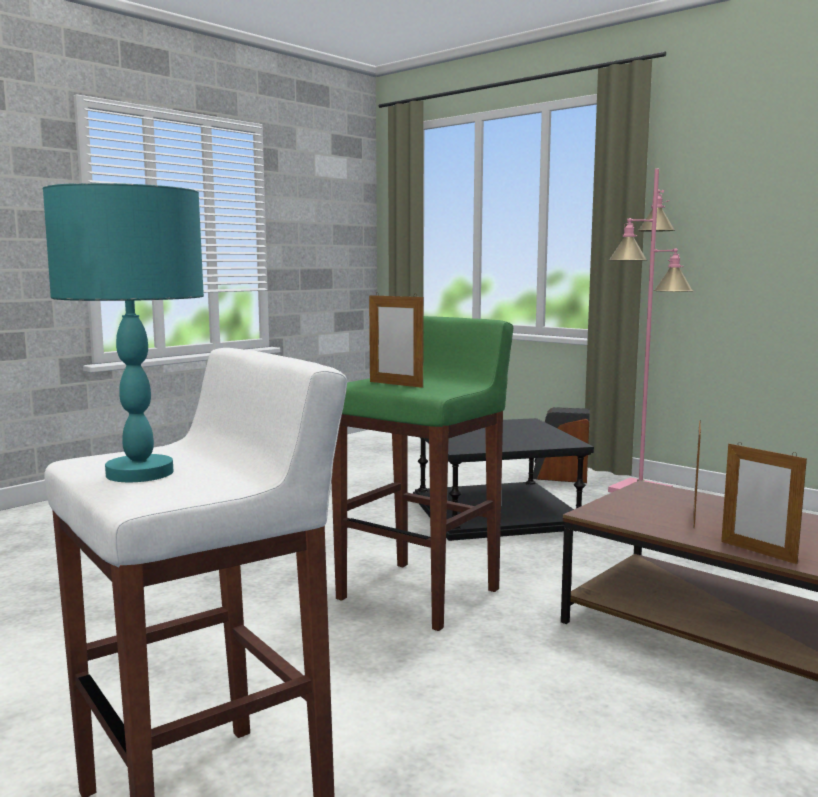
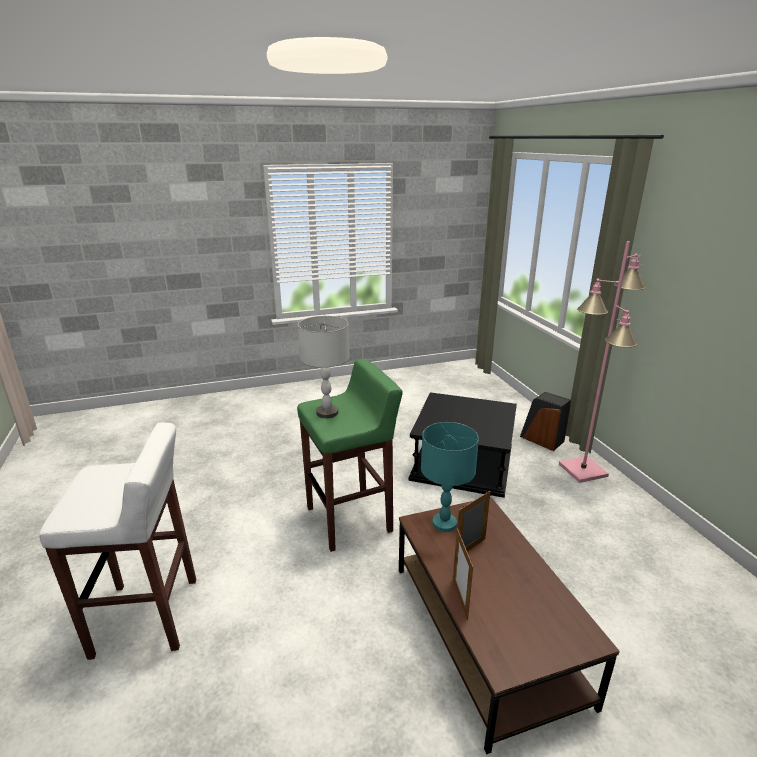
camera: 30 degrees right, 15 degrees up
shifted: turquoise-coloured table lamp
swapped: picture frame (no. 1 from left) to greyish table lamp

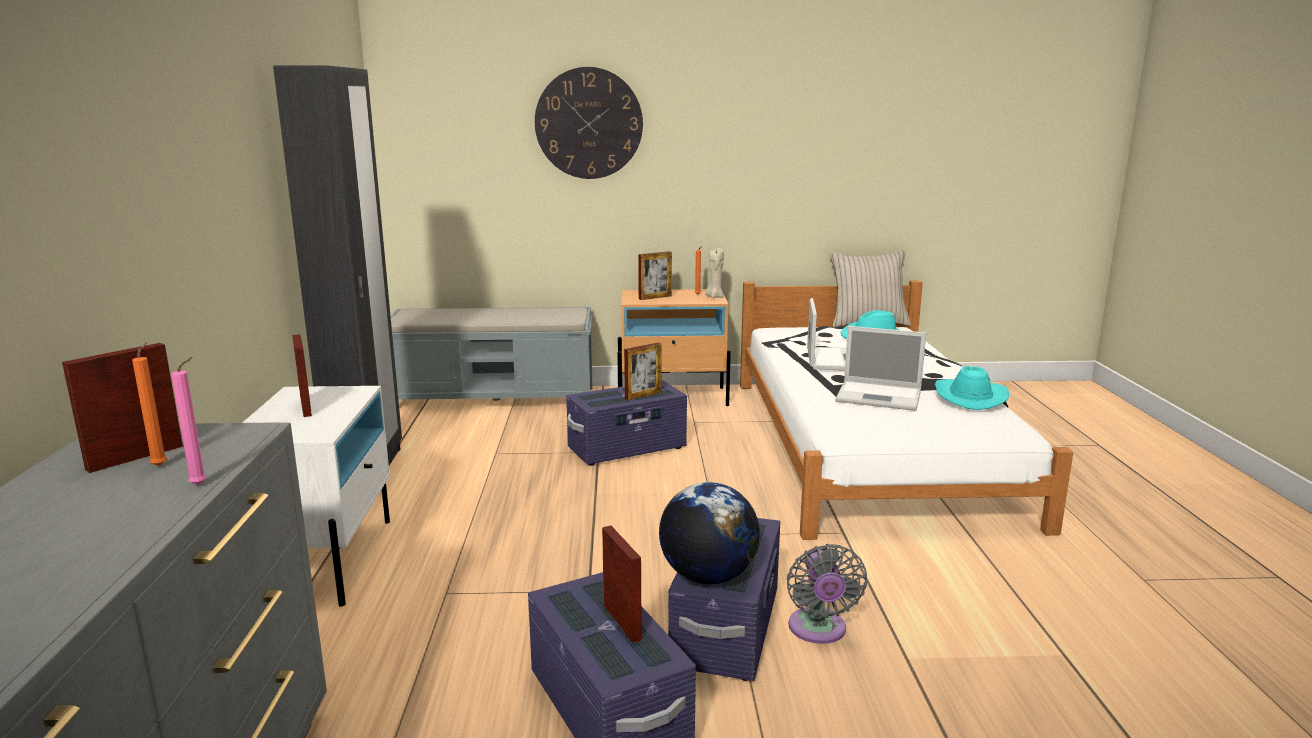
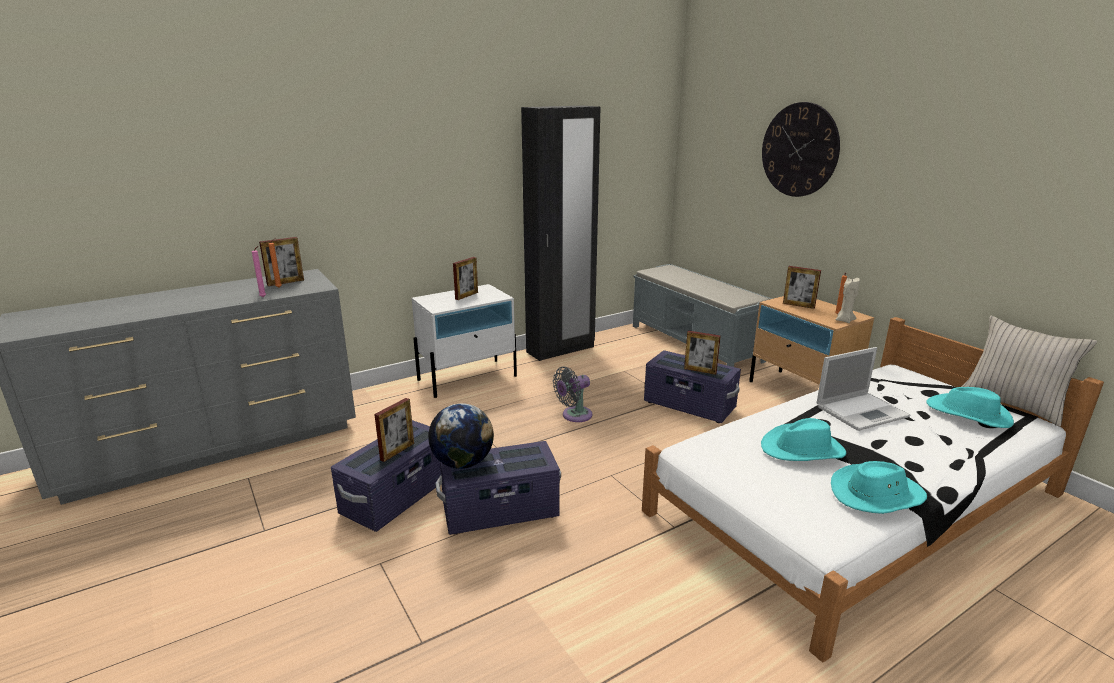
camera: 60 degrees right, 5 degrees up
shifted: greyish electric fan
swapped: laptop (no. 2 from left) to turquoise-coloured hat (no. 1 from left)
rotated: picture frame (no. 1 from left) 135 degrees clockwise

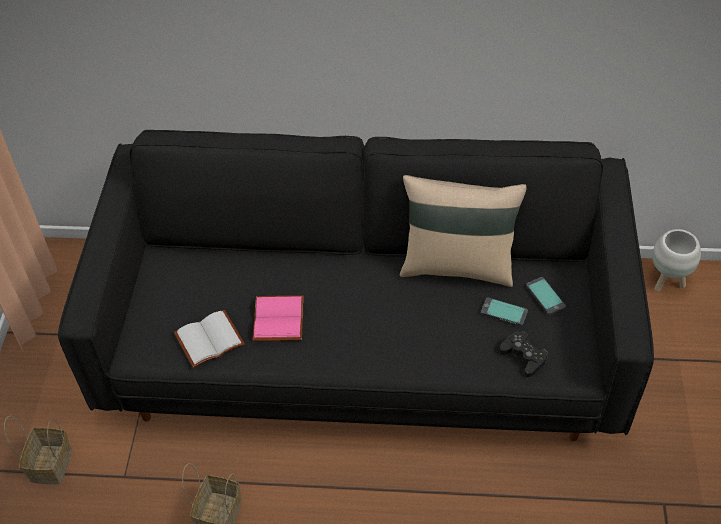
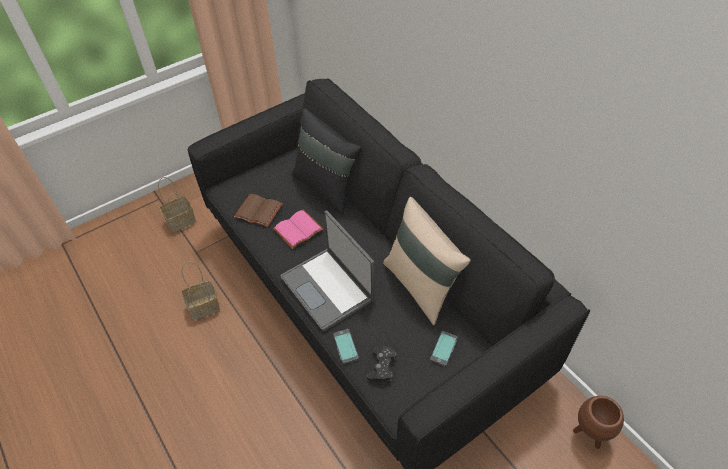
camera: 50 degrees right, 0 degrees up
new: laptop; blackish throw pillow
shifted: handset (no. 1 from left)
repainted: white book to brown book; white flower pot to brown flower pot

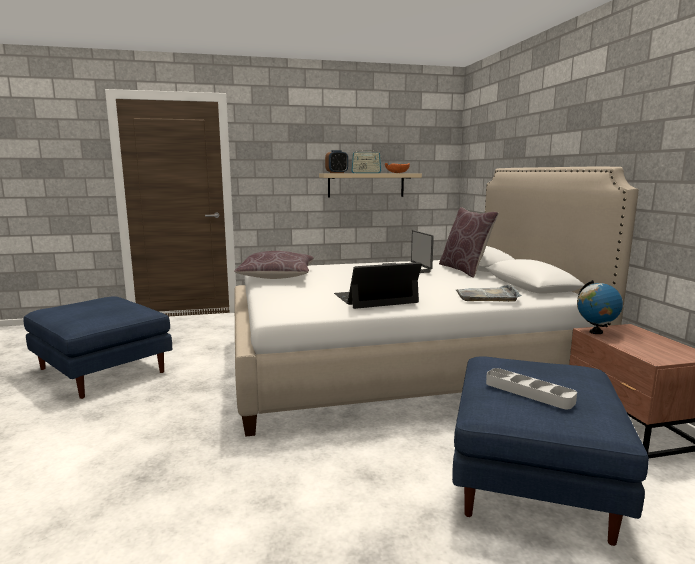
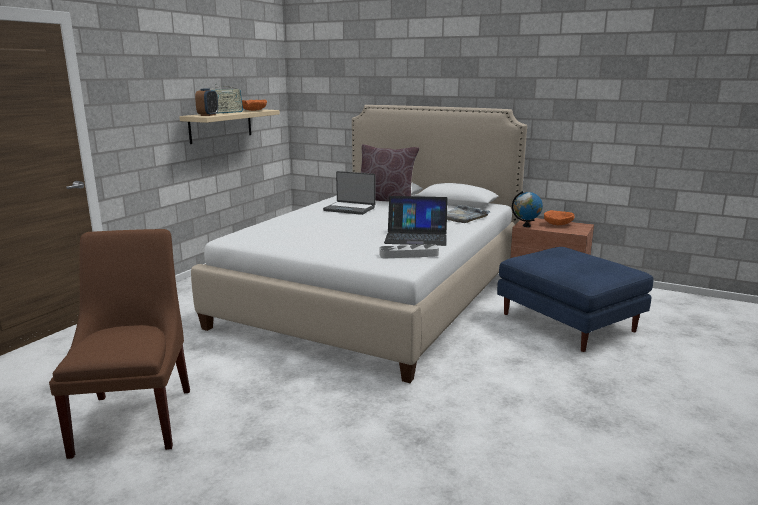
camera: 50 degrees left, 5 degrees up
gone: brown throw pillow (no. 1 from left)
new: orange-coloured bowl (no. 2 from left)
shifted: greyish tray (no. 2 from left in the first image) to greyish tray (no. 1 from left)
swapped: blue-coloured pouffe (no. 1 from left) to brown upright chair
rotated: laptop (no. 1 from left in the first image) 105 degrees counterclockwise

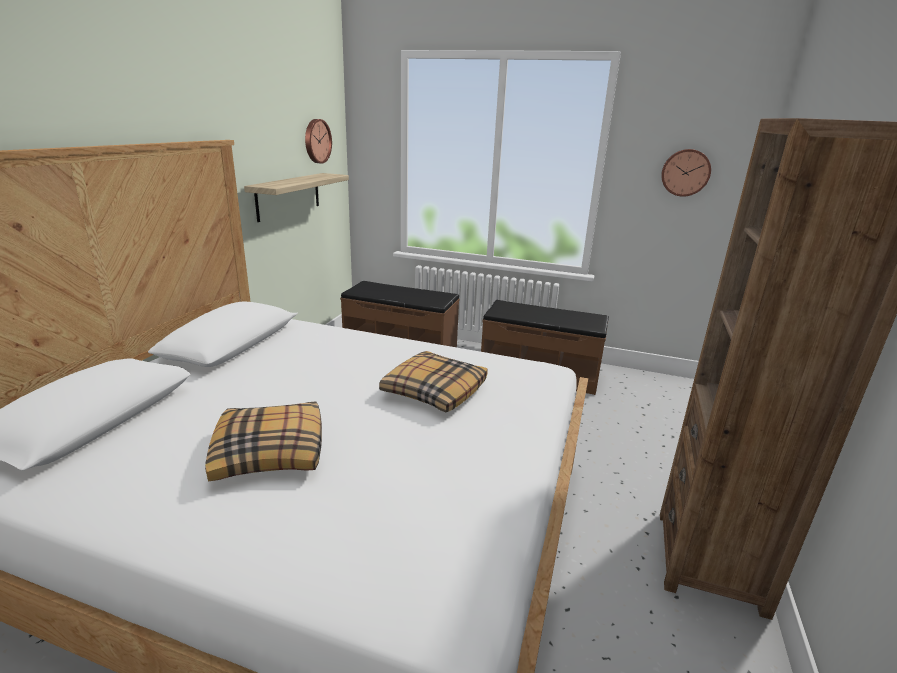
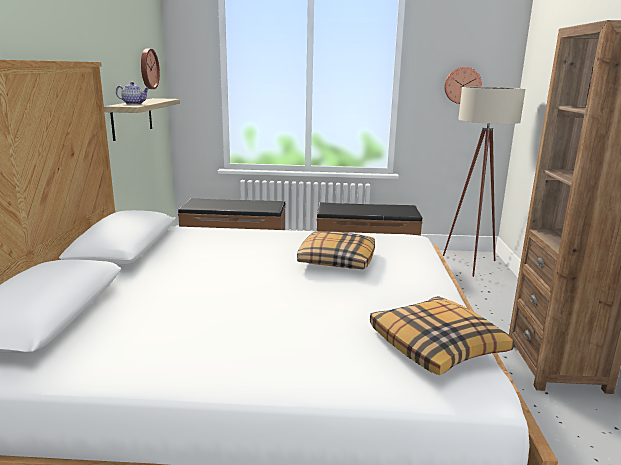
camera: 15 degrees left, 5 degrees down
new: teapot; sand-coloured floor lamp
shifted: throw pillow (no. 1 from left in the first image) to throw pillow (no. 2 from left)

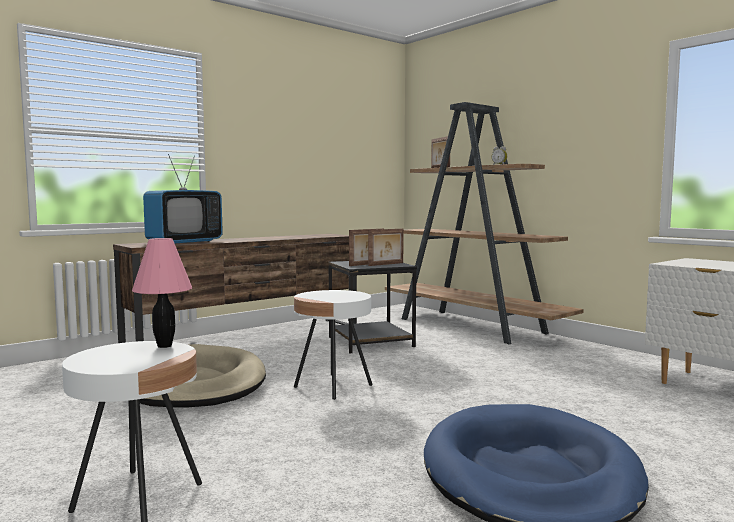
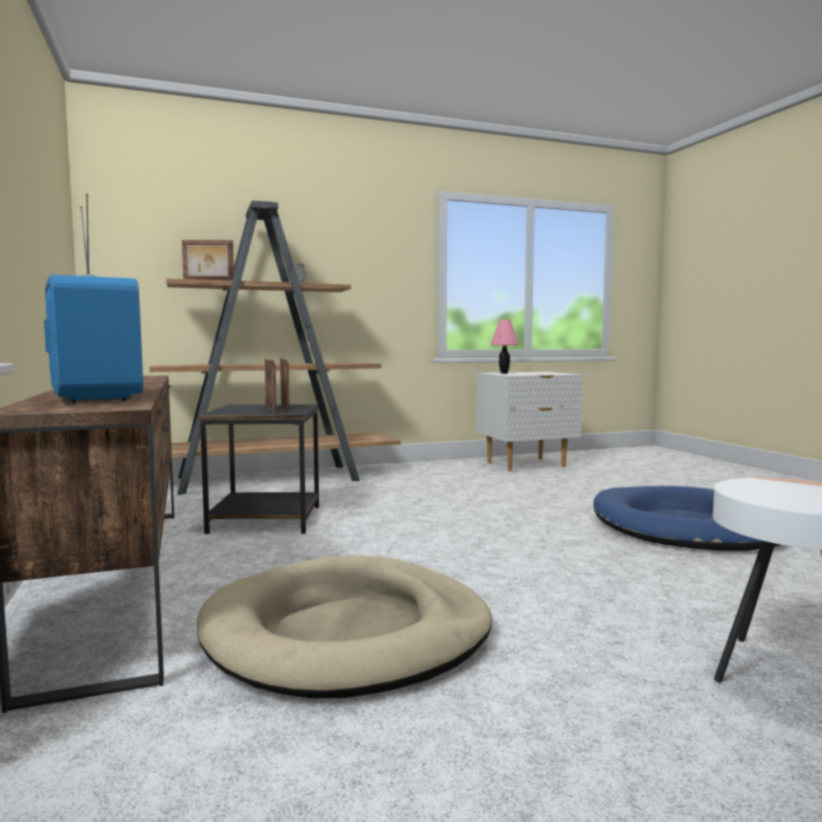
camera: 70 degrees left, 0 degrees up
gone: white accent table (no. 2 from left)
shifted: pink table lamp

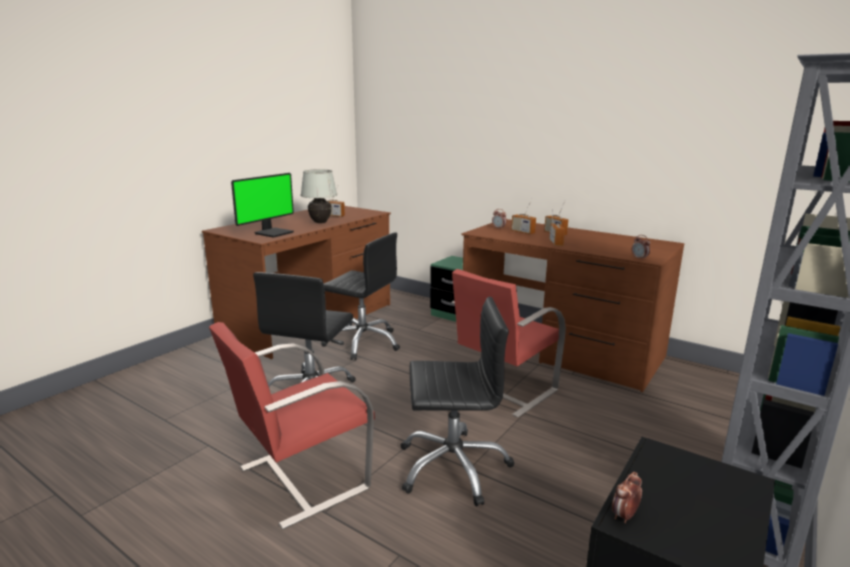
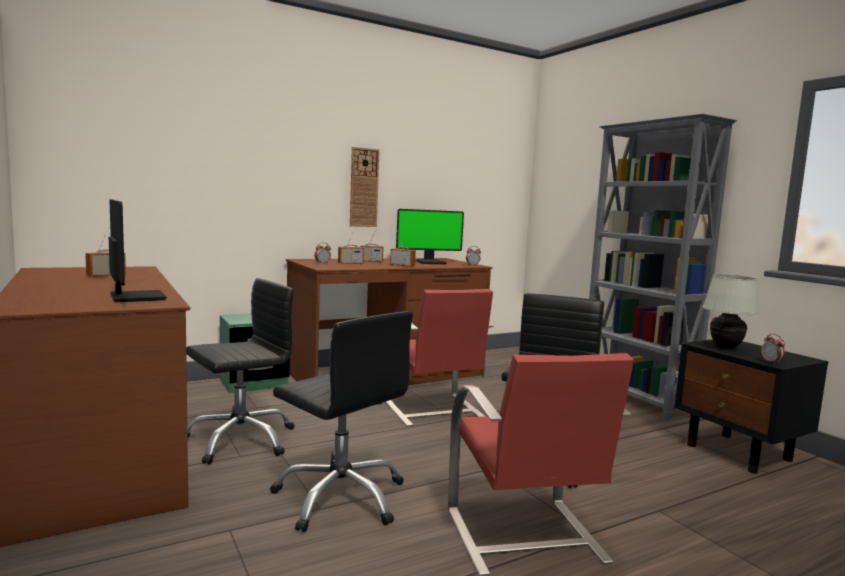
camera: 65 degrees left, 10 degrees down
new: hanging clock; monitor (no. 2 from left)
shifted: white table lamp

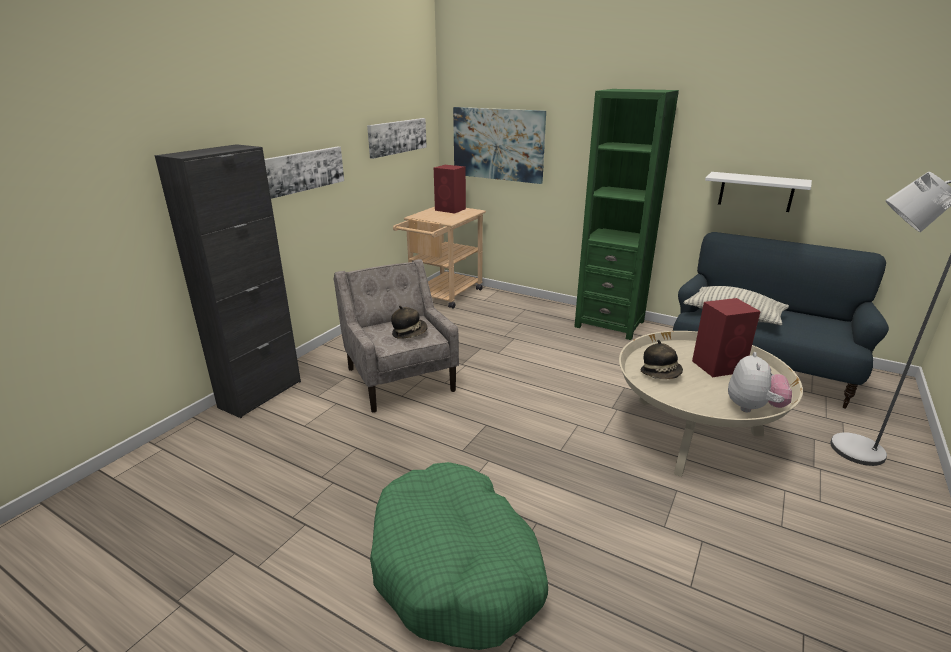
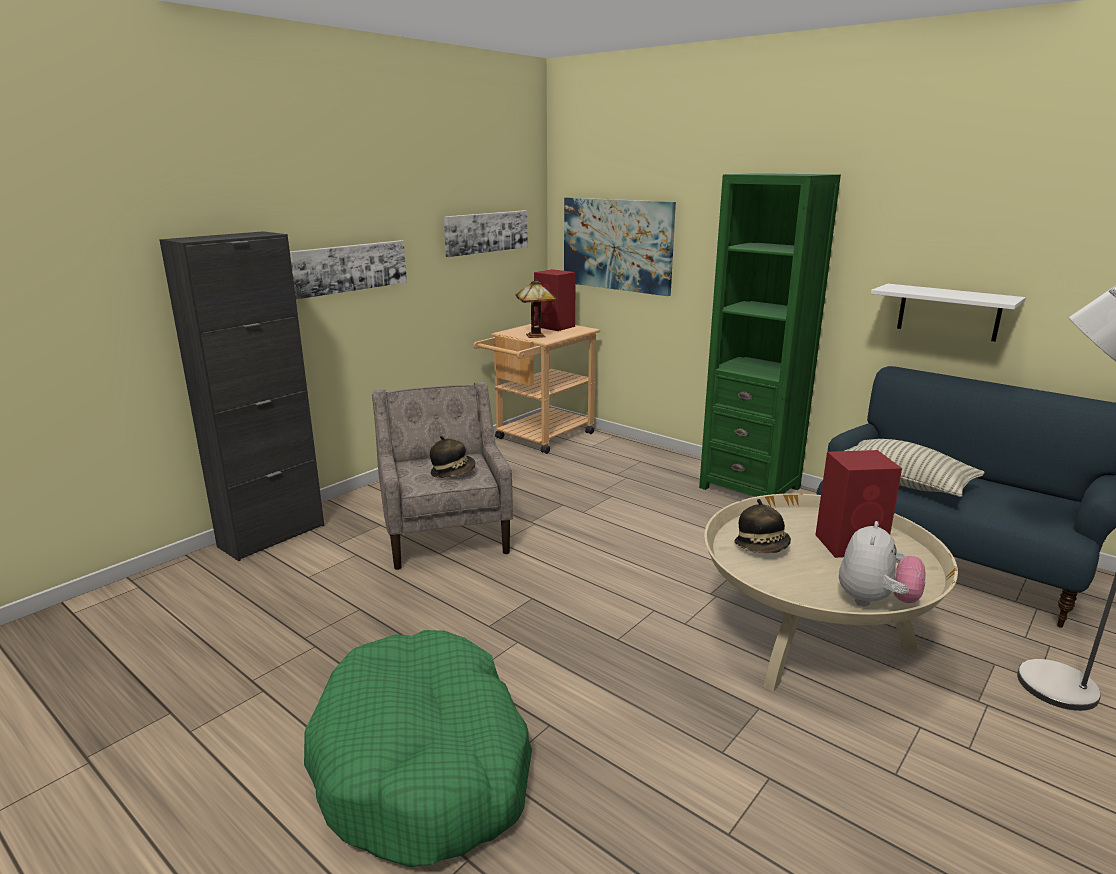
camera: 10 degrees right, 5 degrees down
new: table lamp

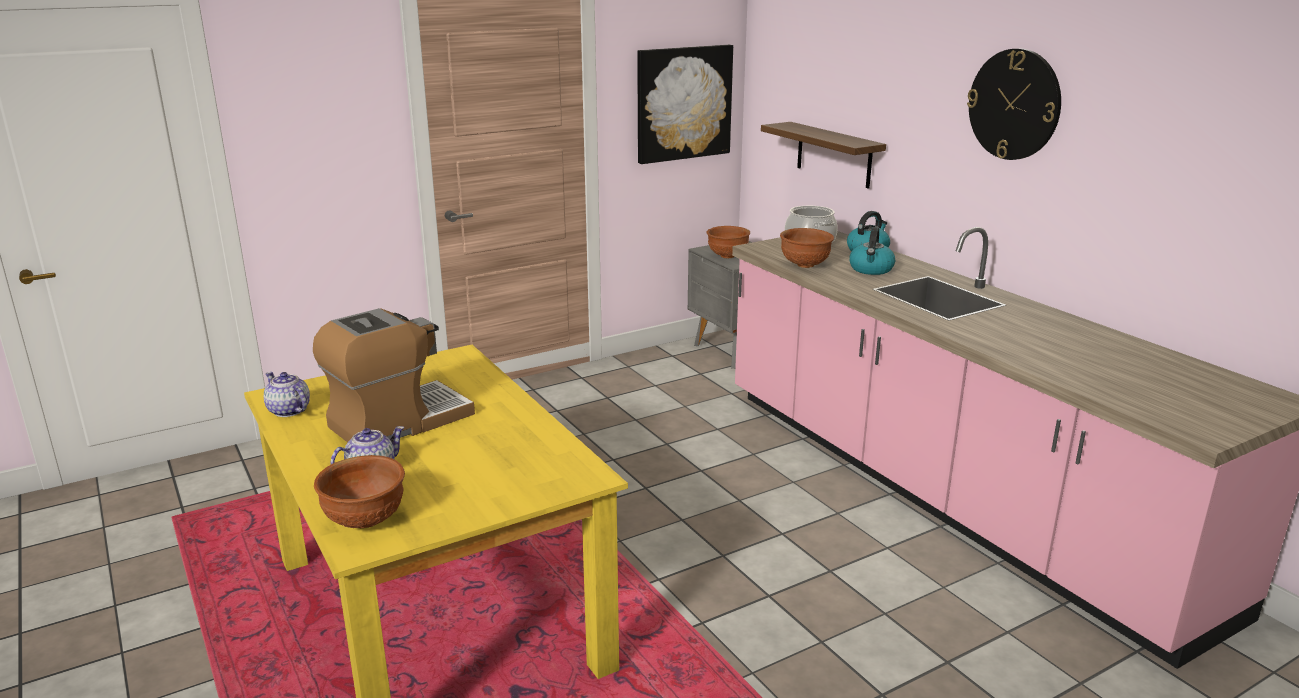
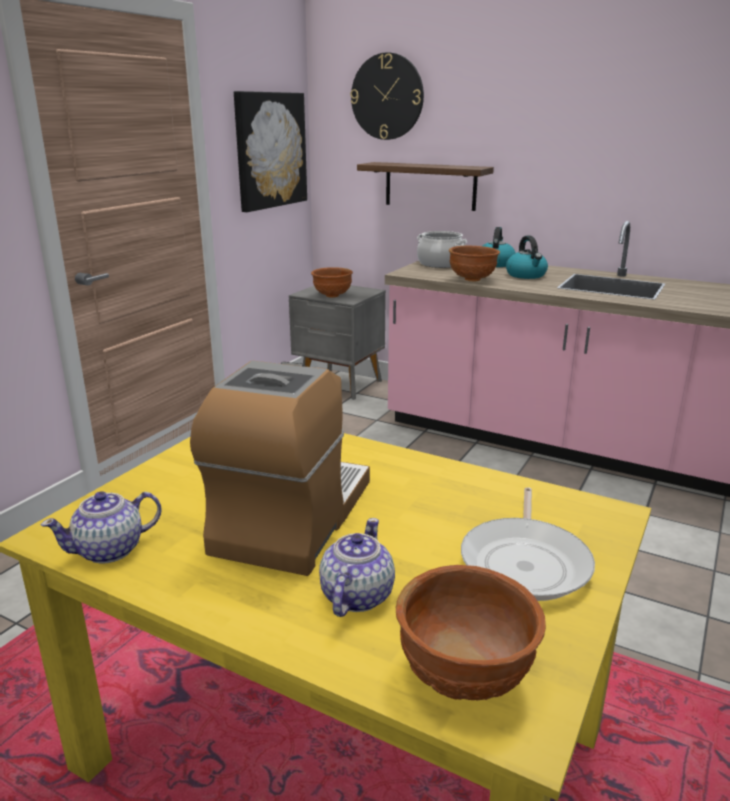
camera: 30 degrees left, 0 degrees up
new: skillet
shifted: hanging clock
rotated: teapot (no. 1 from left) 45 degrees counterclockwise

